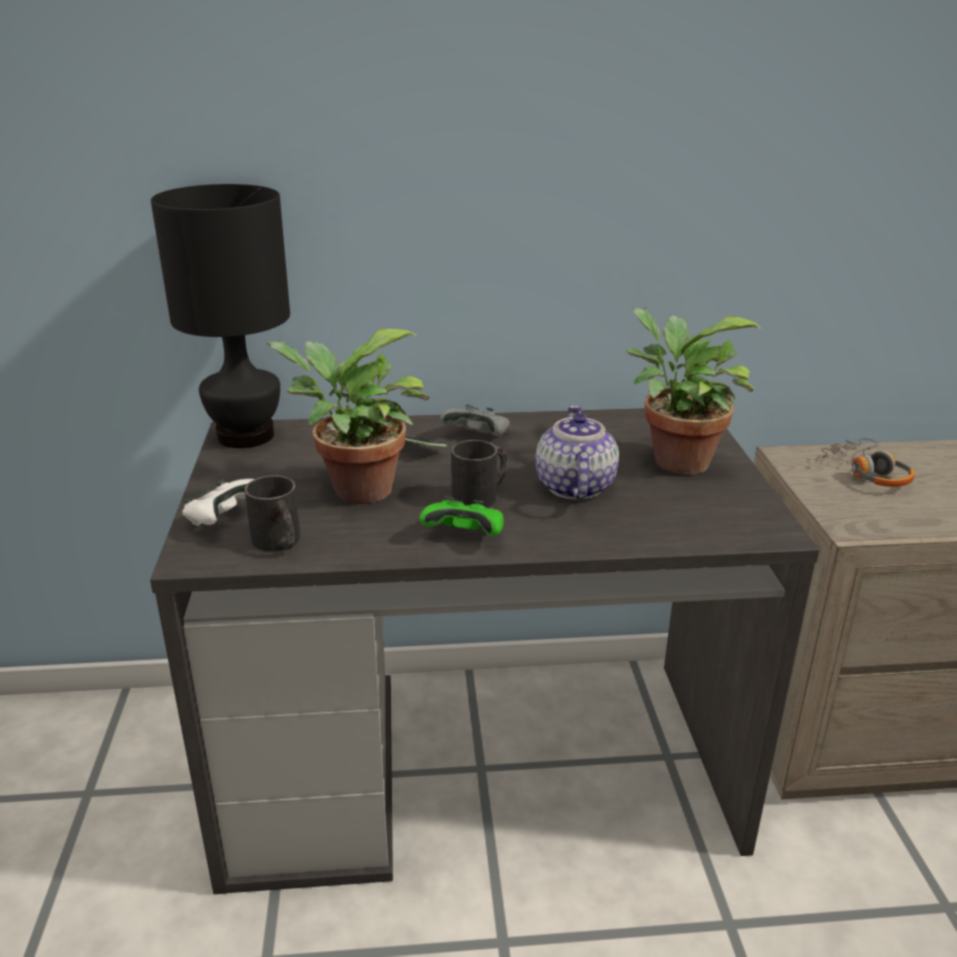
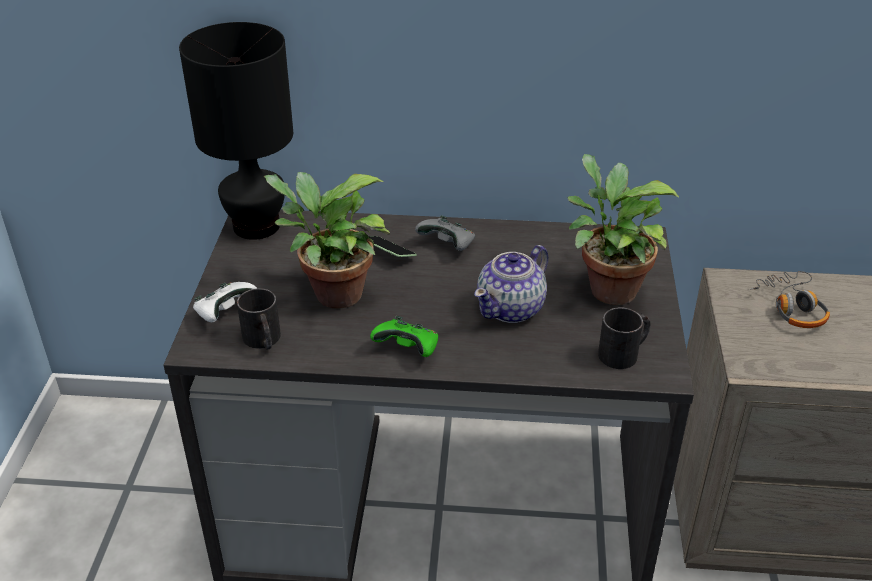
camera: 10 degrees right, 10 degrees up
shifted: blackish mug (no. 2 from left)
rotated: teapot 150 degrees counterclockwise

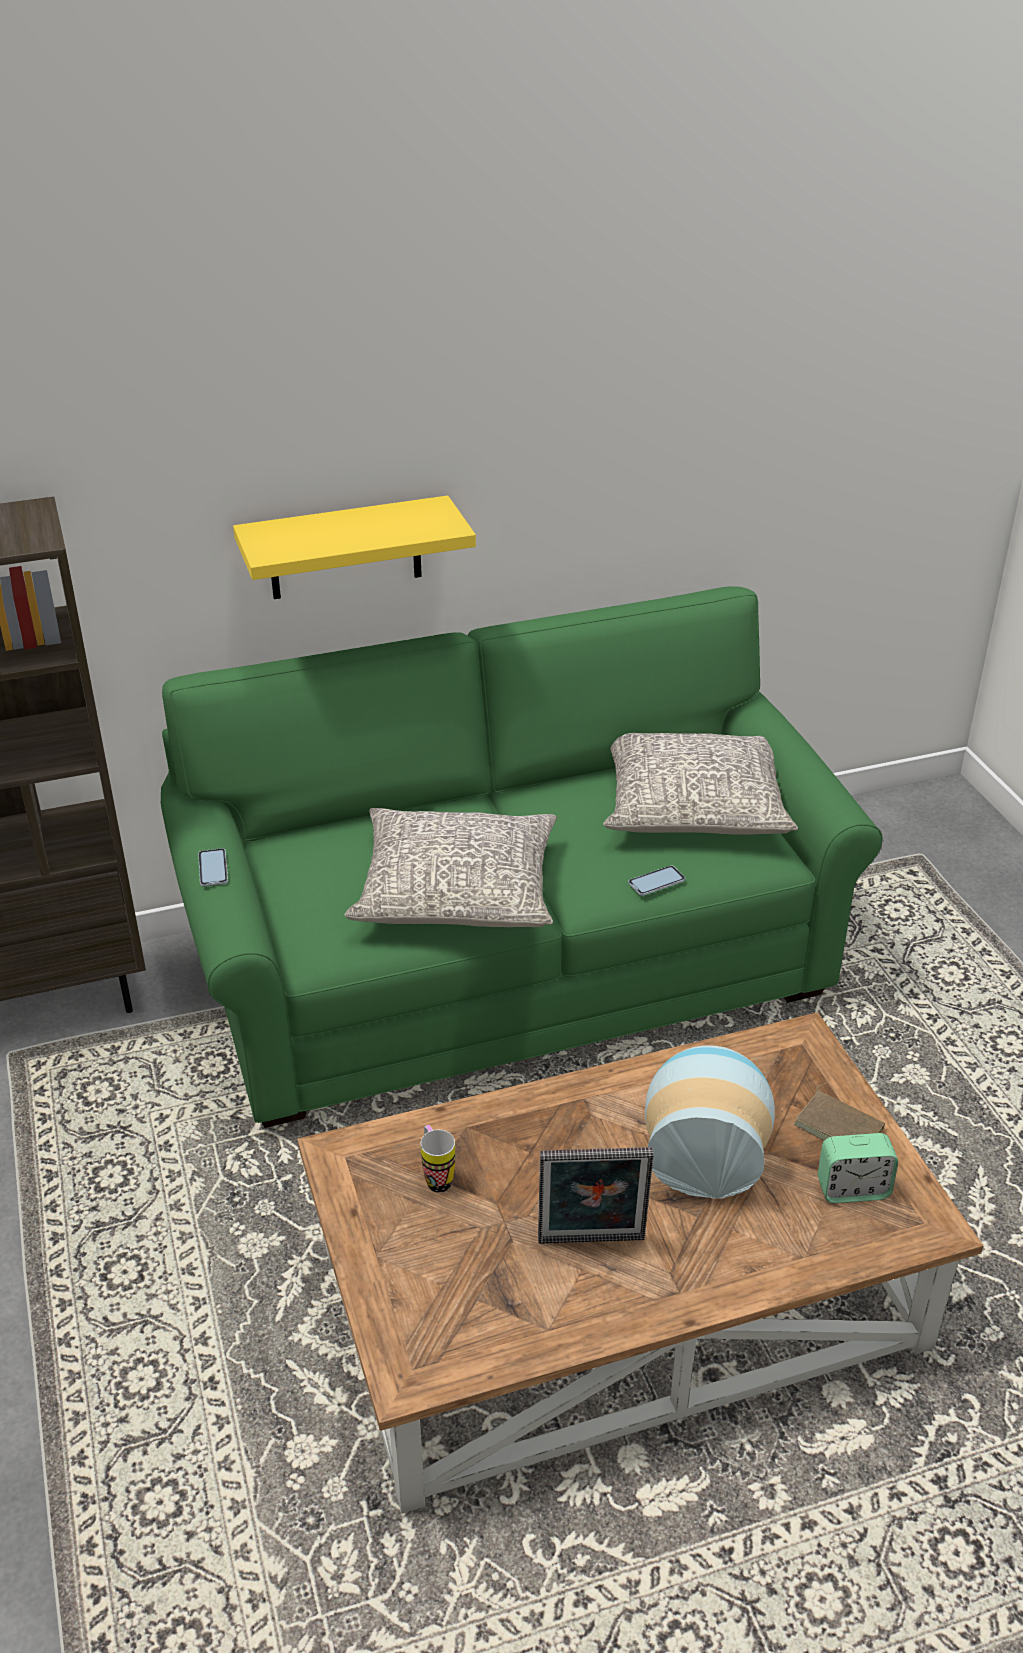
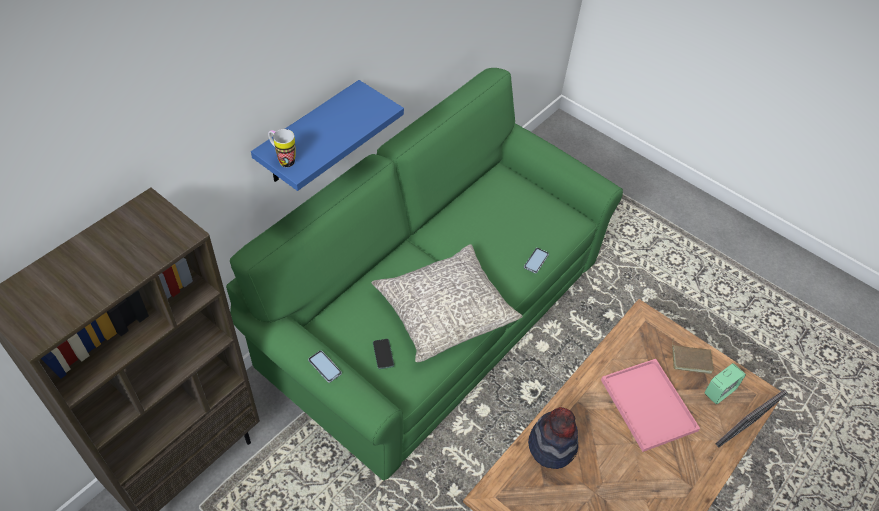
camera: 35 degrees left, 15 degrees up
gone: greyish throw pillow (no. 2 from left)
new: handset (no. 2 from left); hat
shifted: mug; picture frame
swapped: vase to pink tray
repainted: yellow-coloured bracket shelf to blue-coloured bracket shelf

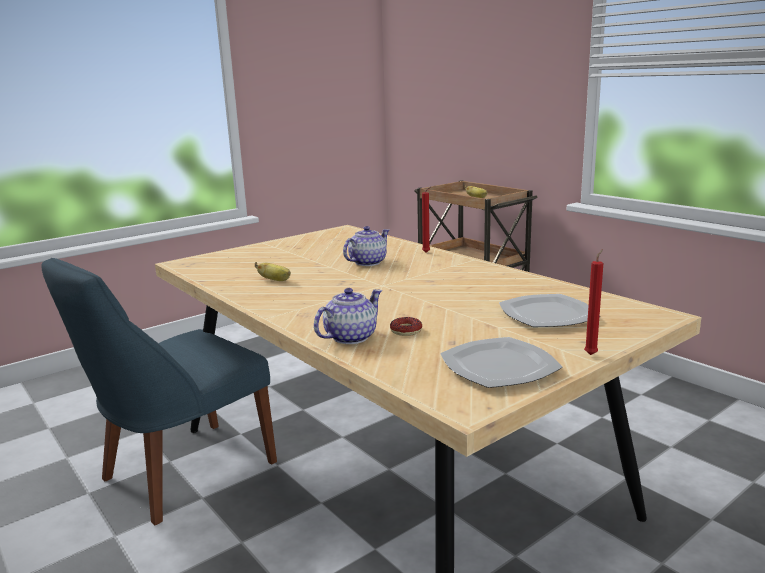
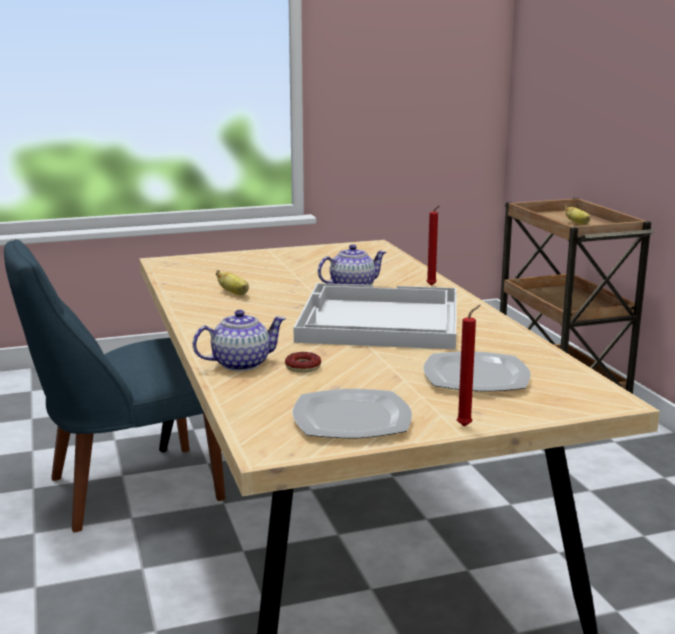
camera: 20 degrees right, 0 degrees up
new: white tray

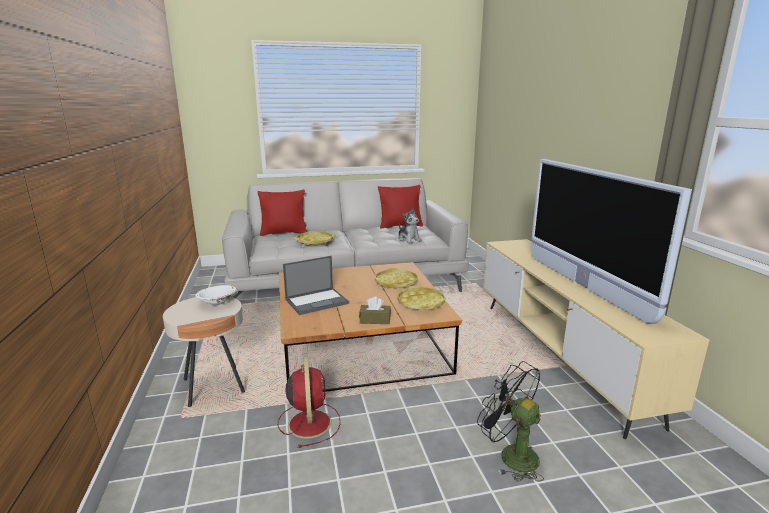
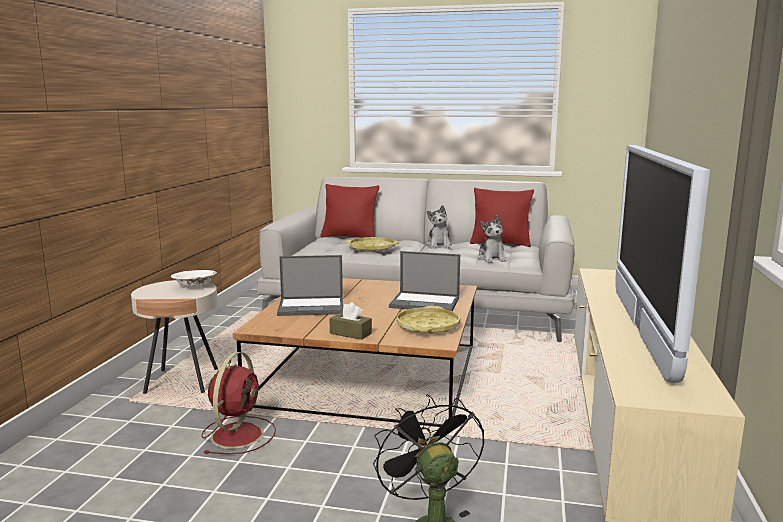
camera: 25 degrees right, 5 degrees down
new: soft toy (no. 1 from left)
swapped: yellow-coloured tray (no. 2 from left) to laptop (no. 2 from left)

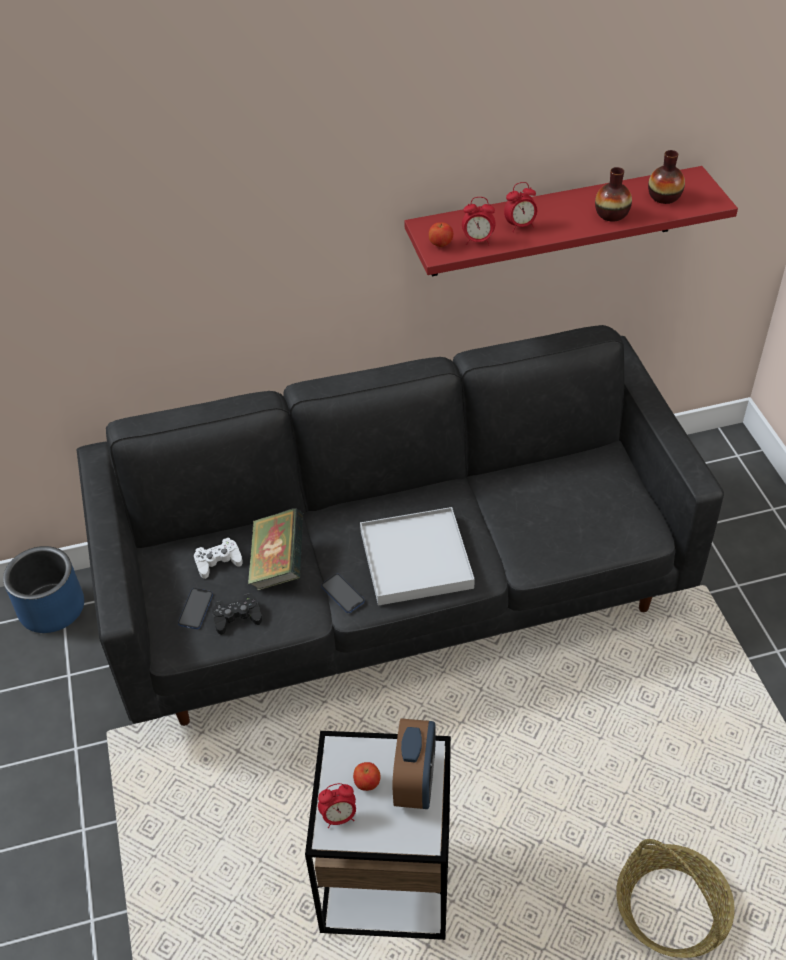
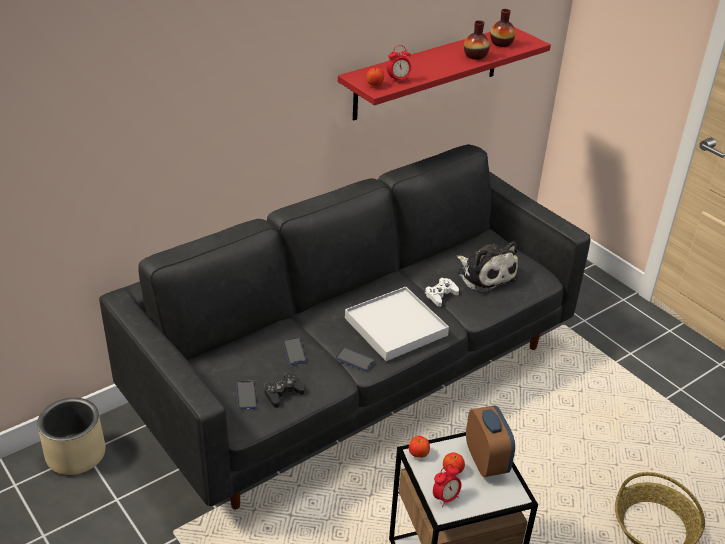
camera: 25 degrees left, 10 degrees down
gone: table clock (no. 4 from left)
new: apple fruit (no. 2 from left); soft toy
shifted: white gamepad
swapped: book to handset (no. 2 from left)
repainted: blue-coloured flower pot to sand-coloured flower pot

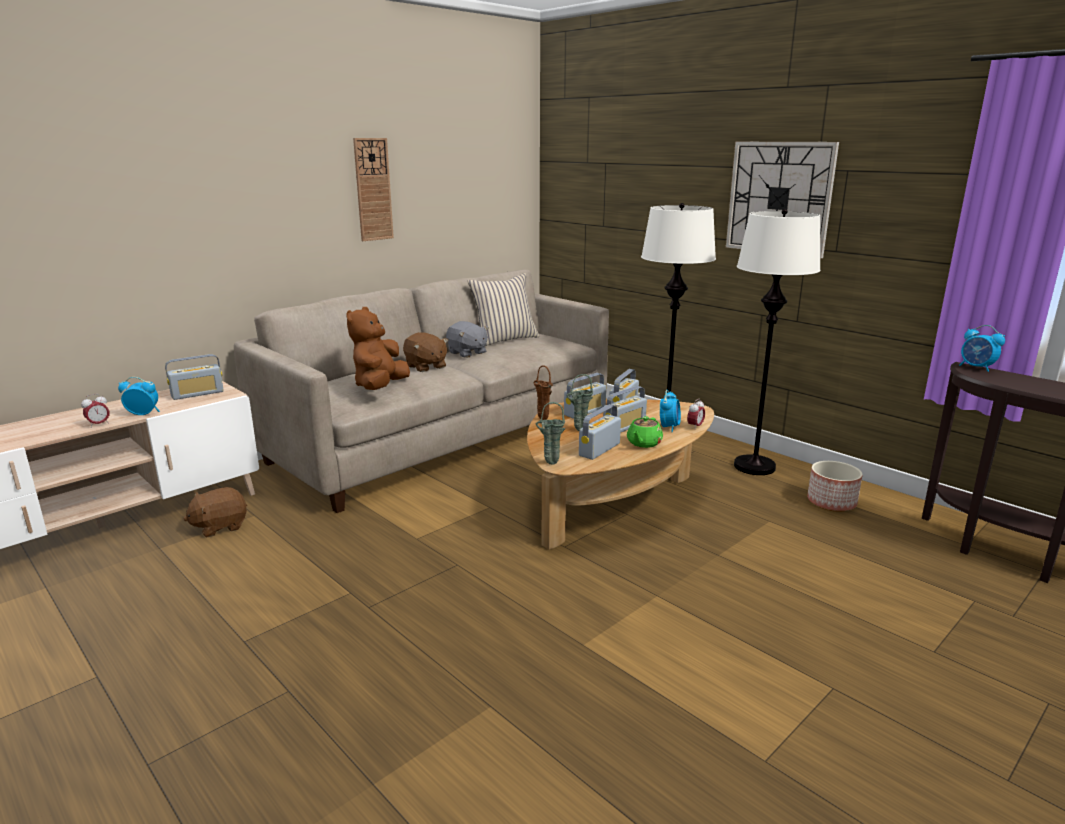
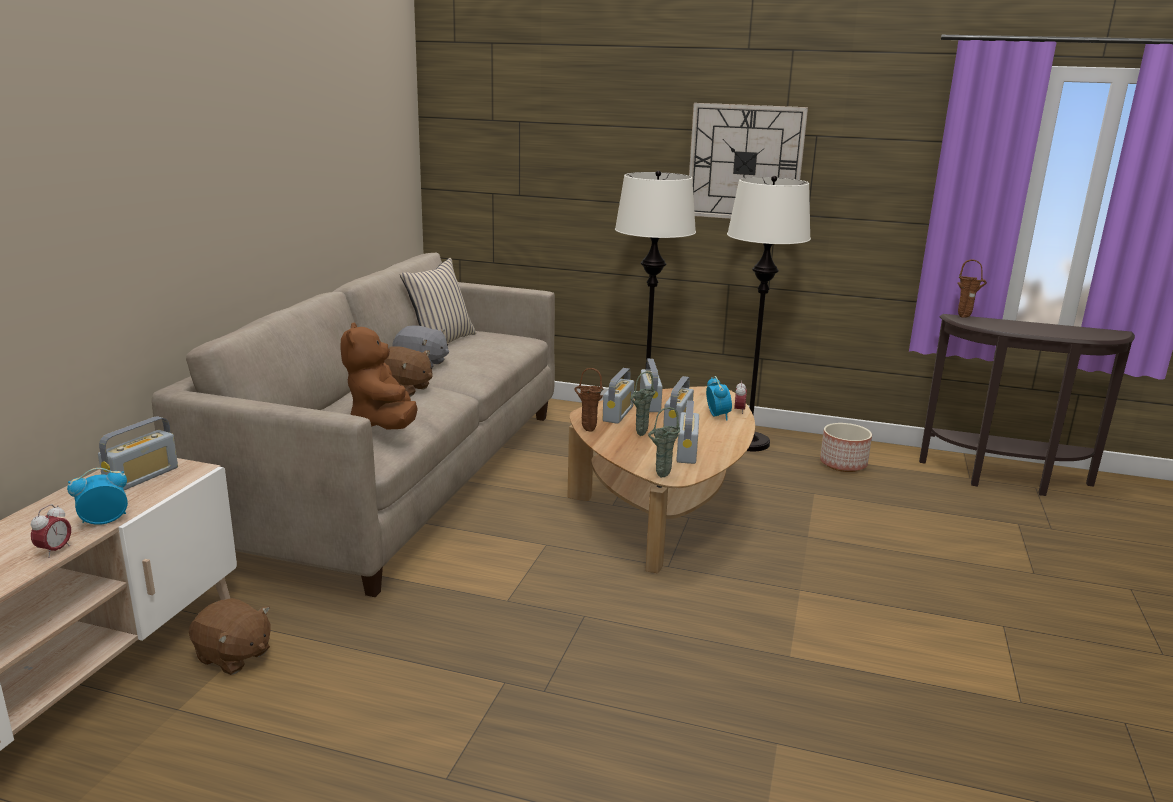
camera: 30 degrees left, 0 degrees up
gone: hanging clock (no. 1 from left); green-coloured teapot
swapped: table clock (no. 5 from left) to brown vase (no. 2 from left)
rotated: brown soft toy (no. 1 from left) 90 degrees counterclockwise

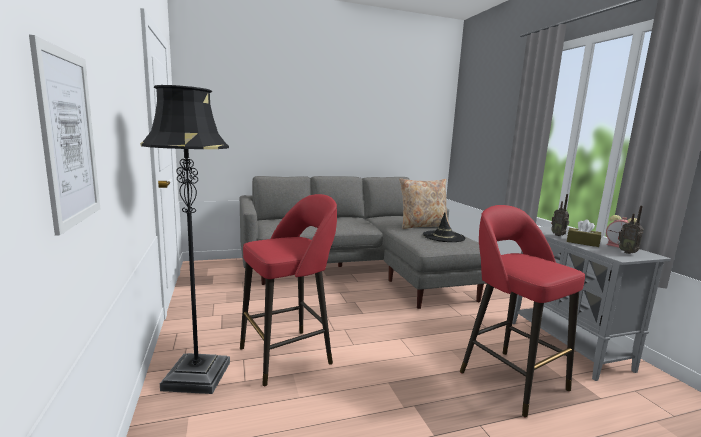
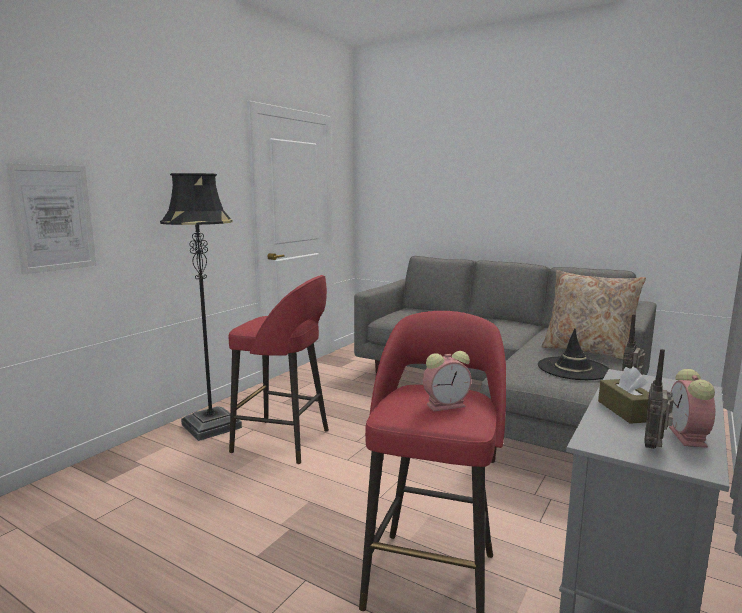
camera: 50 degrees right, 0 degrees up
new: table clock (no. 1 from left)

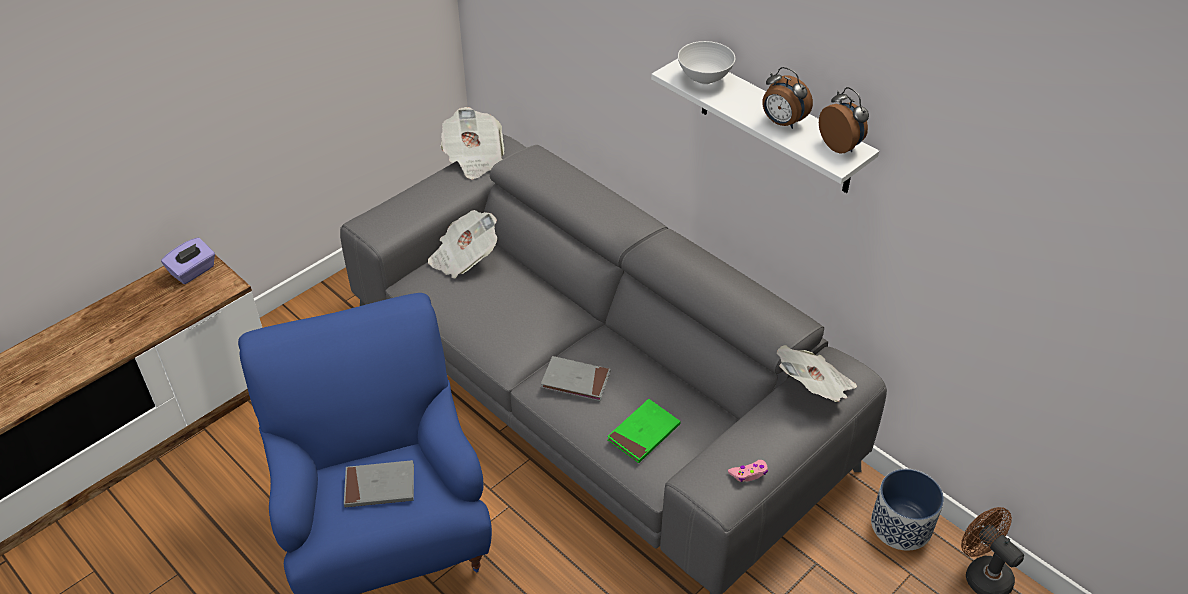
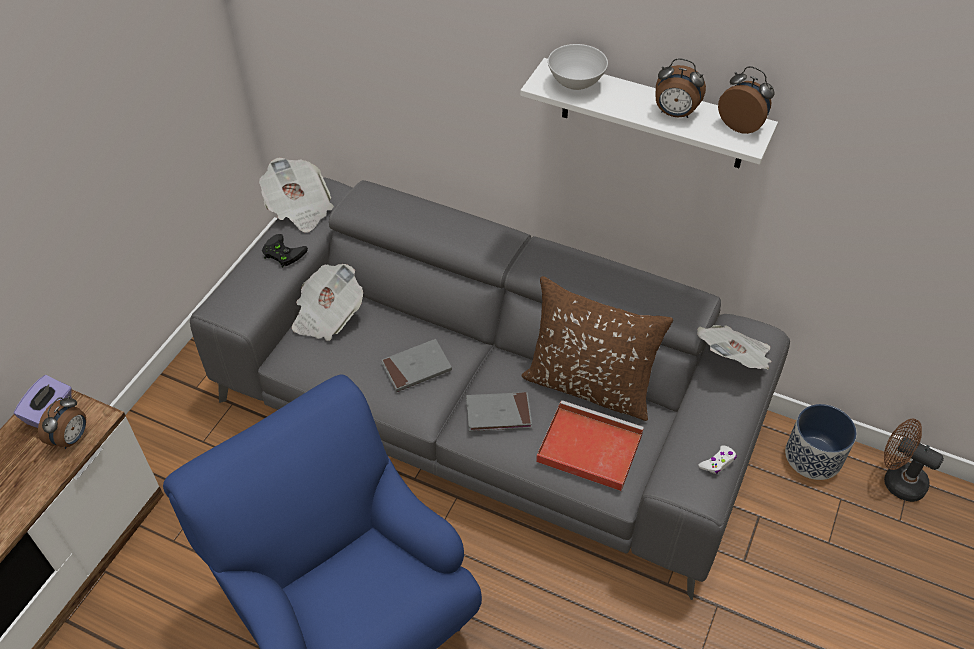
camera: 20 degrees left, 5 degrees up
new: table clock (no. 1 from left); blackish gamepad; brown throw pillow
shifted: greyish book (no. 1 from left)
swapped: green-coloured book to red-coloured tray
repainted: pink gamepad to white gamepad

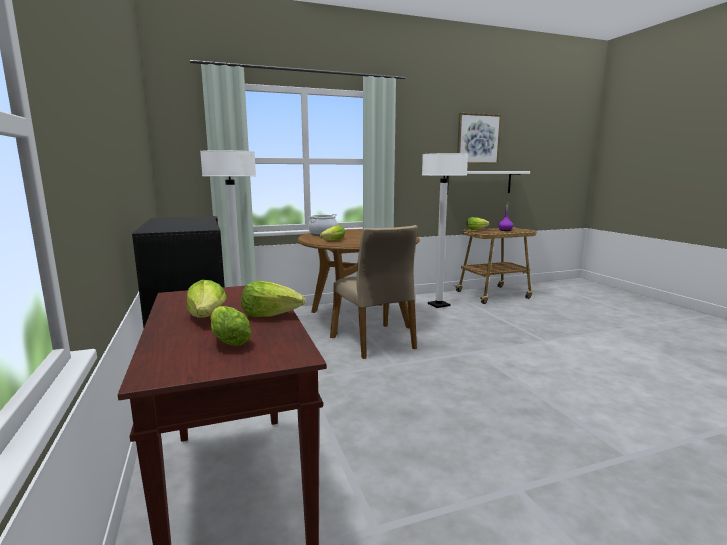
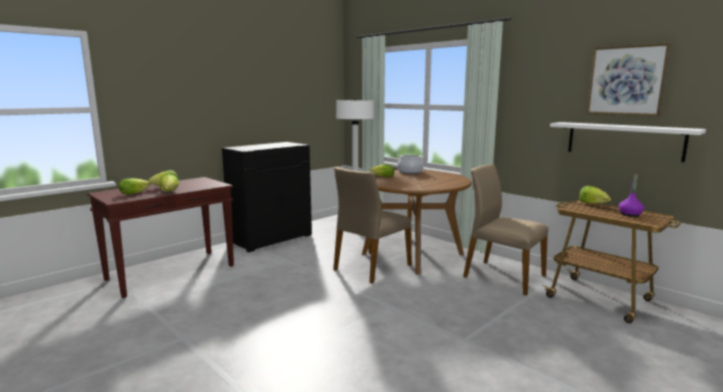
camera: 65 degrees right, 0 degrees up
swapped: white floor lamp (no. 2 from left) to sand-coloured upright chair (no. 2 from left)

